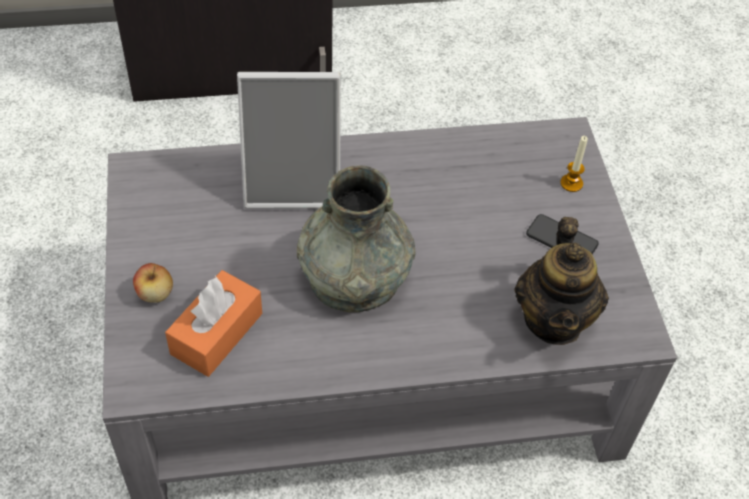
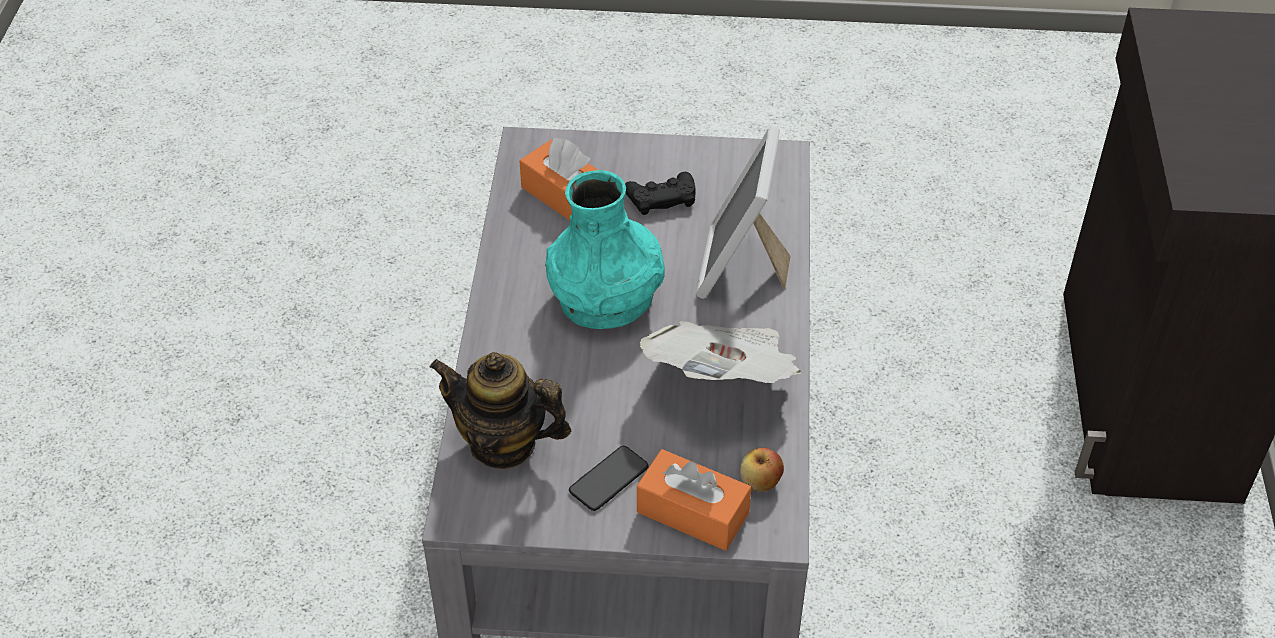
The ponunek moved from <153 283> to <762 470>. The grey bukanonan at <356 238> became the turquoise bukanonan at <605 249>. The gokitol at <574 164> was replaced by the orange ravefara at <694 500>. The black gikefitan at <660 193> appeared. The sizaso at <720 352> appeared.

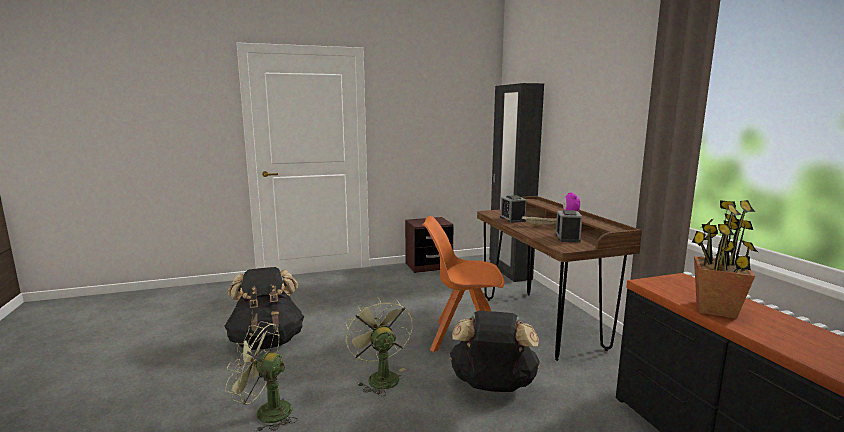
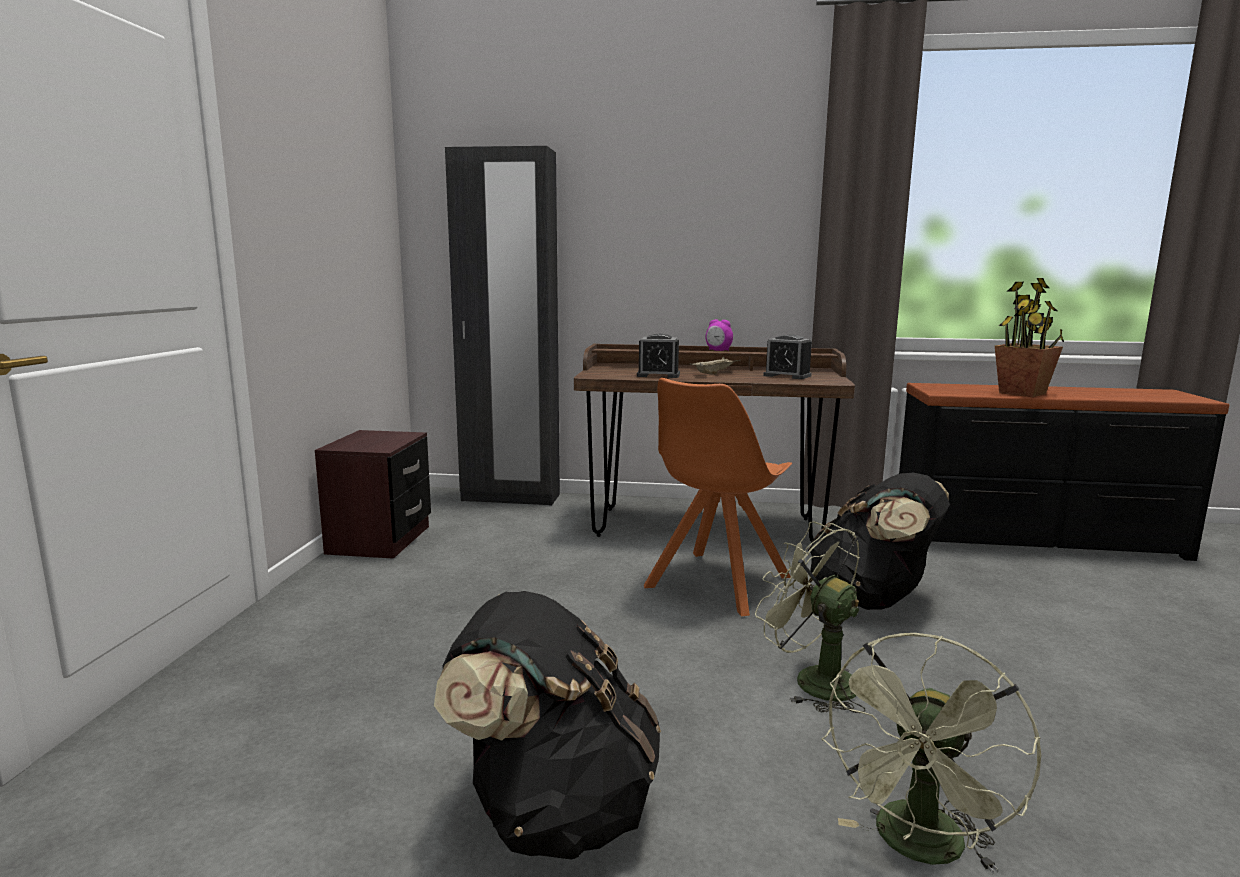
The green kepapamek at <379 346> turned 45 degrees clockwise.

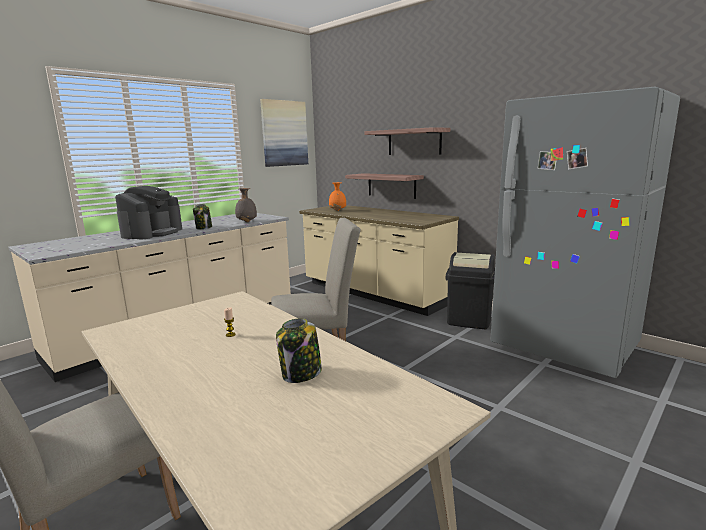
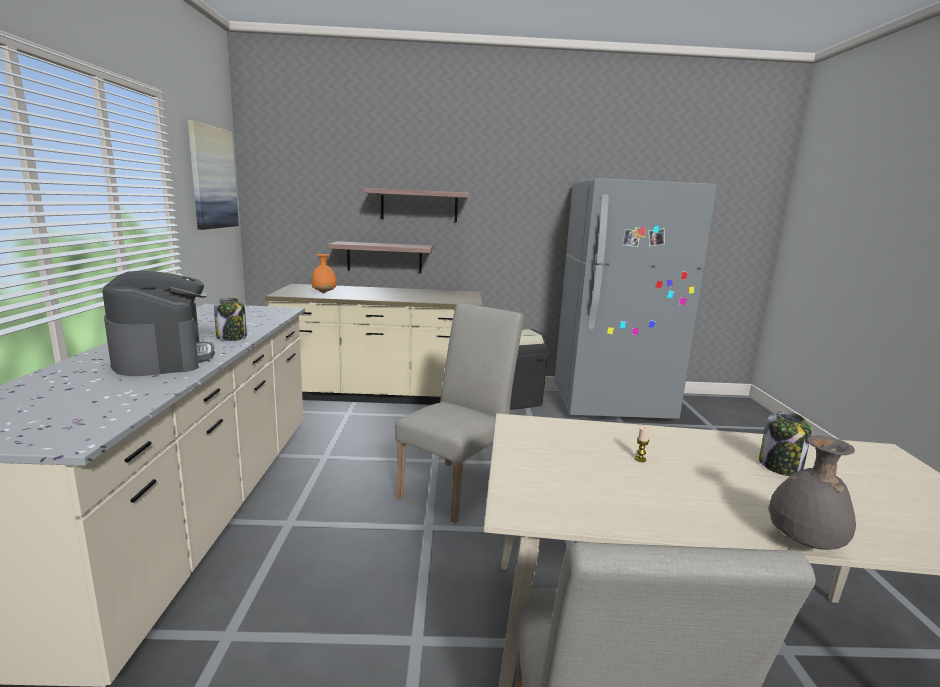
The grey bukanonan moved from <246 205> to <812 492>.

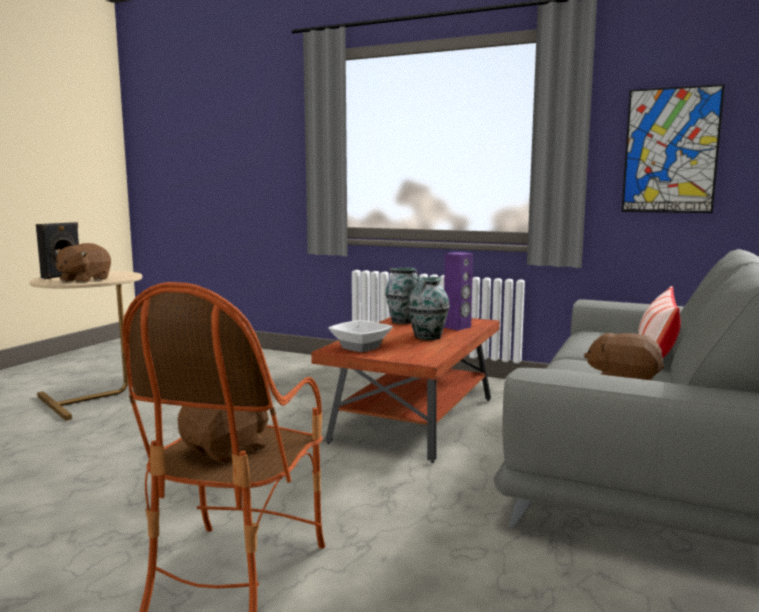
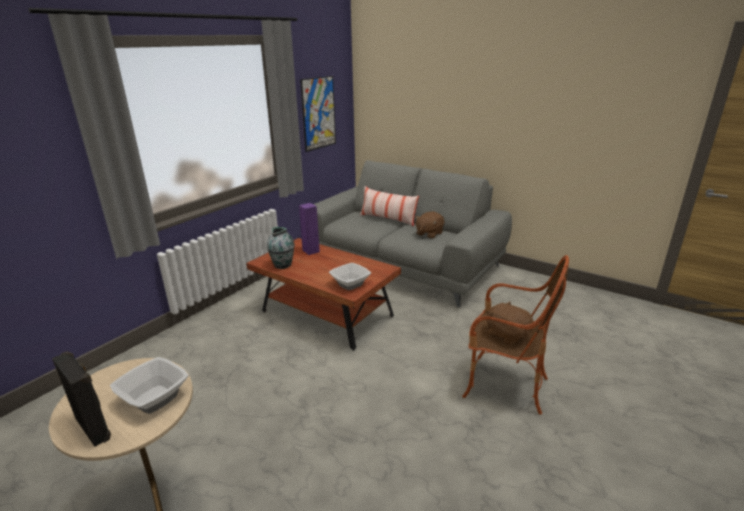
The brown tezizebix at <83 263> was replaced by the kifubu at <149 385>. The bukanonan at <428 308> disappeared.

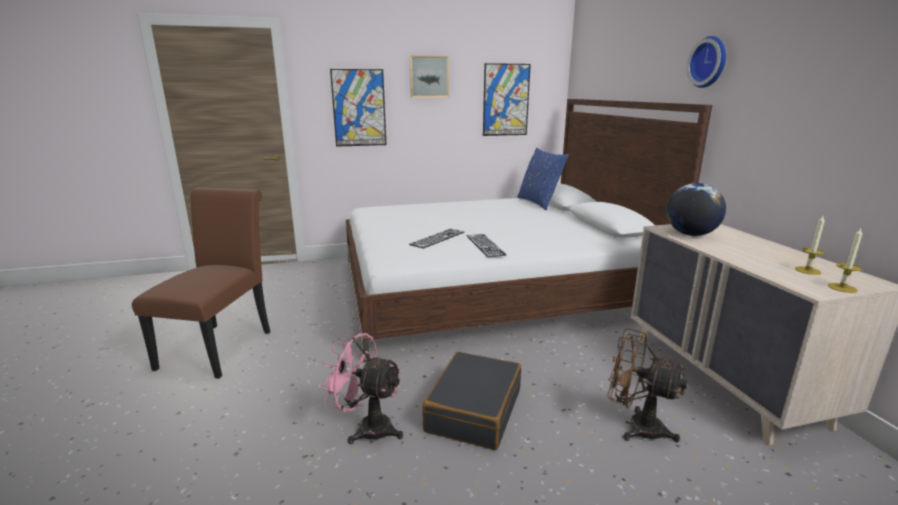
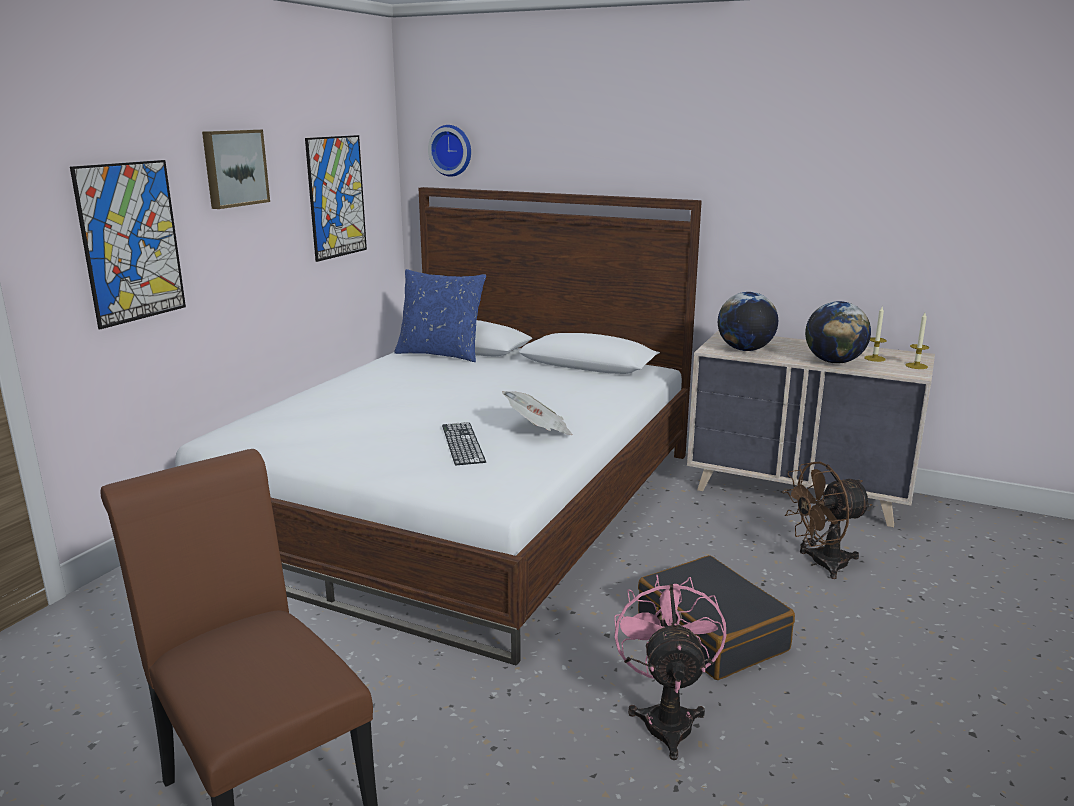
The pink kepapamek at <360 387> turned 120 degrees clockwise. The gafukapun at <486 245> was replaced by the sizaso at <537 413>. The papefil moved from <706 62> to <449 151>. The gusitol at <838 332> appeared.

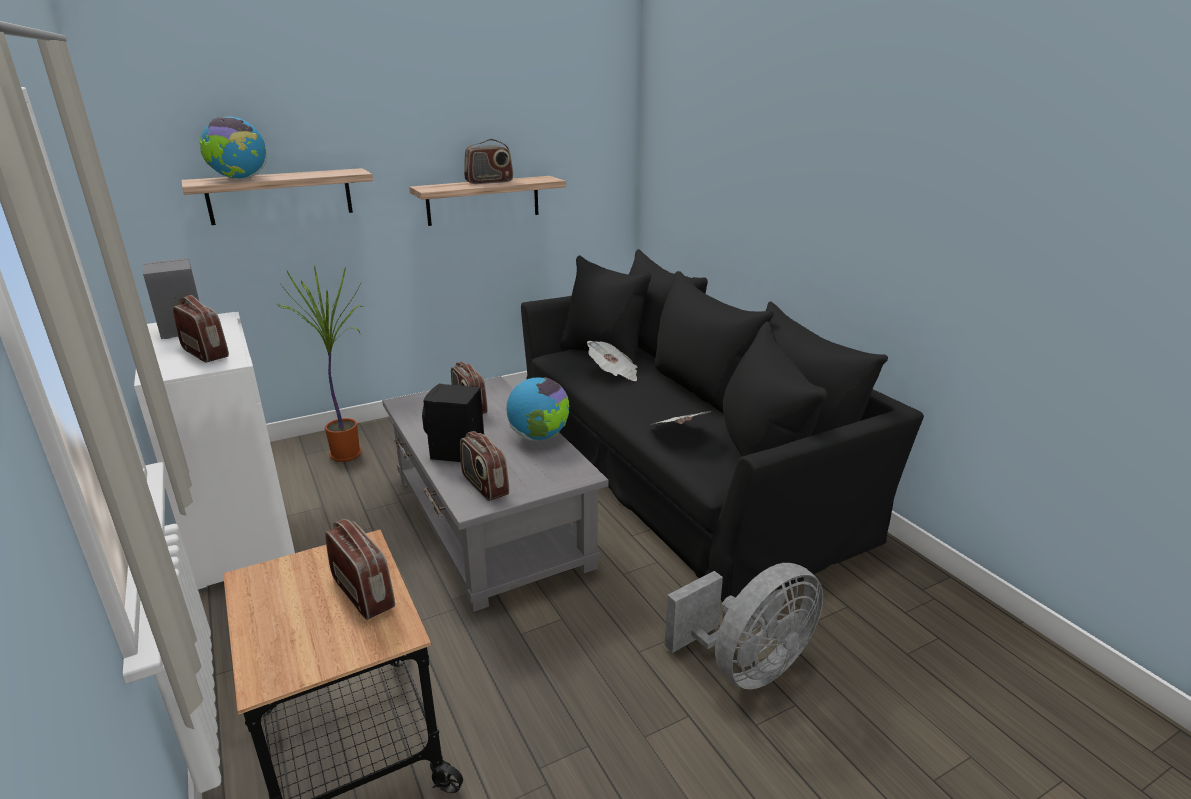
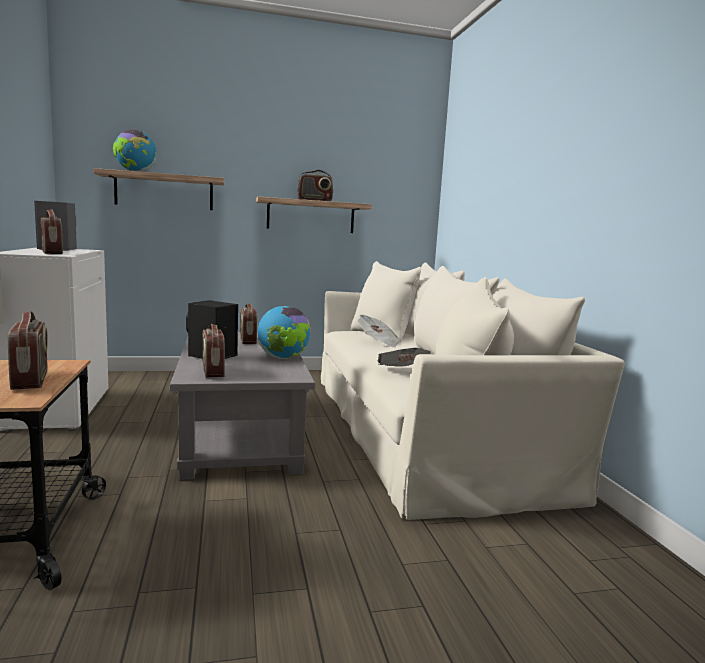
The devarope at <320 363> disappeared. The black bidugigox at <722 425> became the beige bidugigox at <473 390>. The grey kepapamek at <744 626> disappeared.

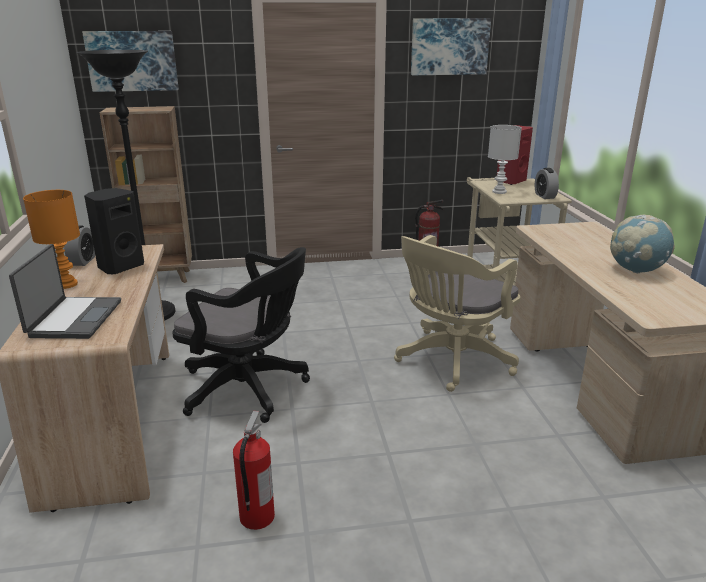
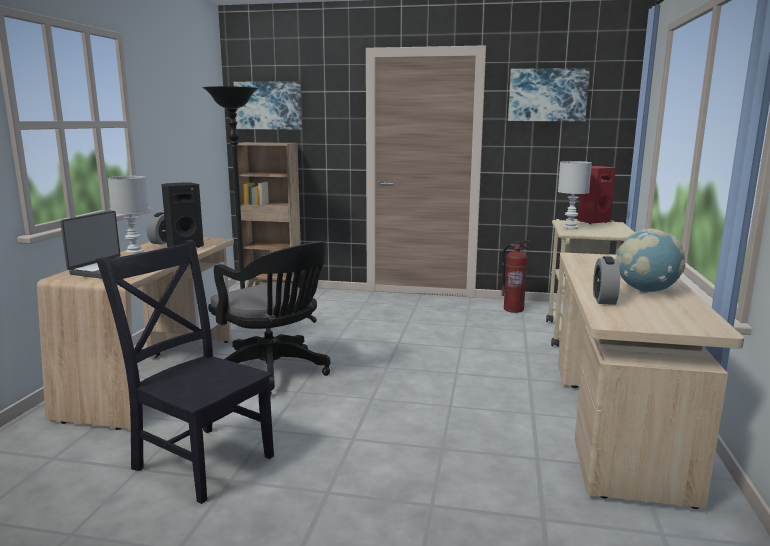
The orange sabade at <51 239> became the white sabade at <128 215>. The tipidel at <254 470> was replaced by the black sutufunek at <185 372>. The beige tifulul at <457 313> disappeared. The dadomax moved from <547 183> to <606 280>.

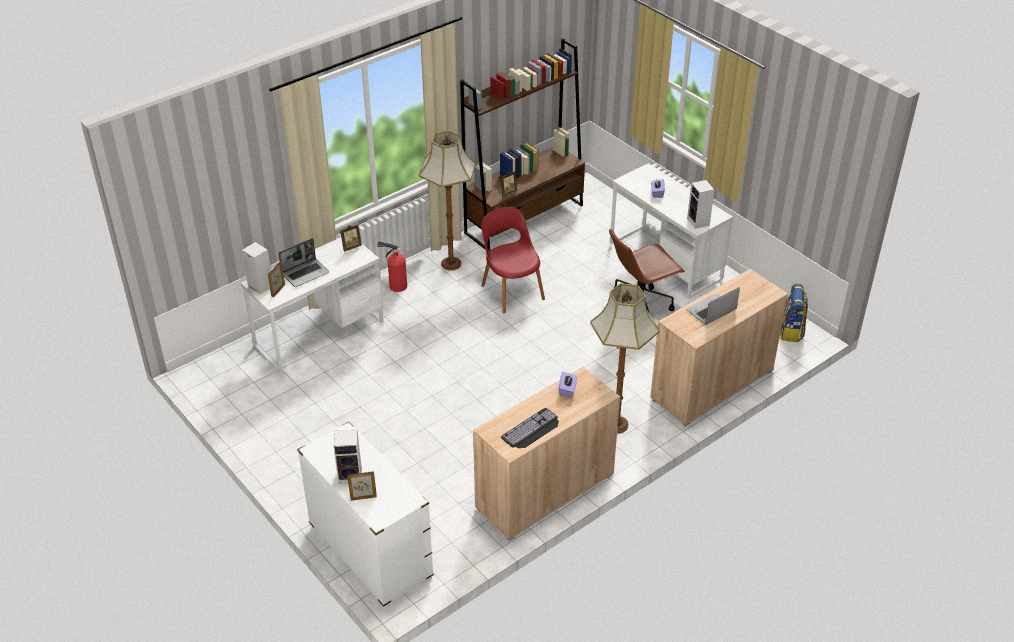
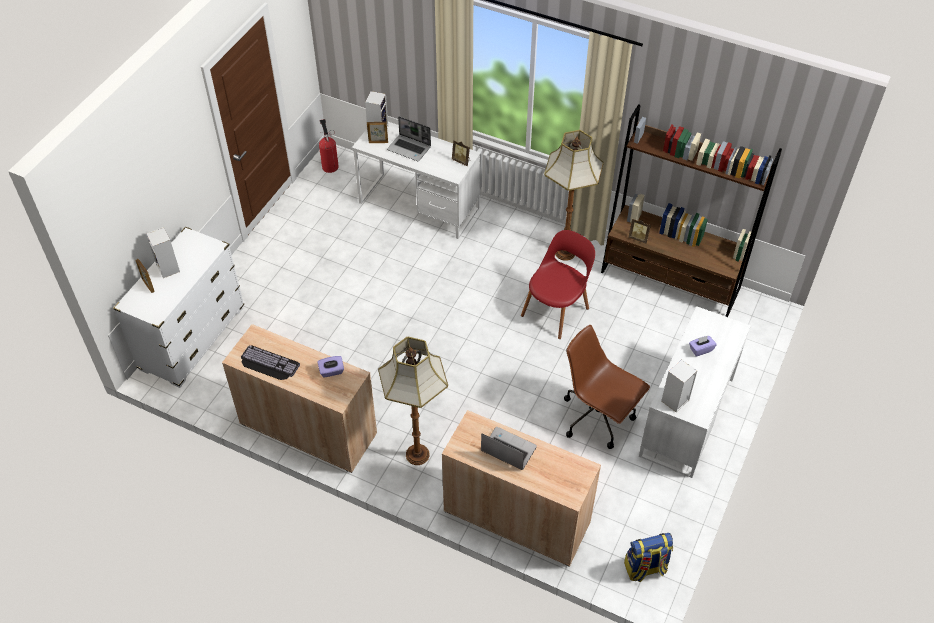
The tipidel moved from <392 267> to <329 146>.

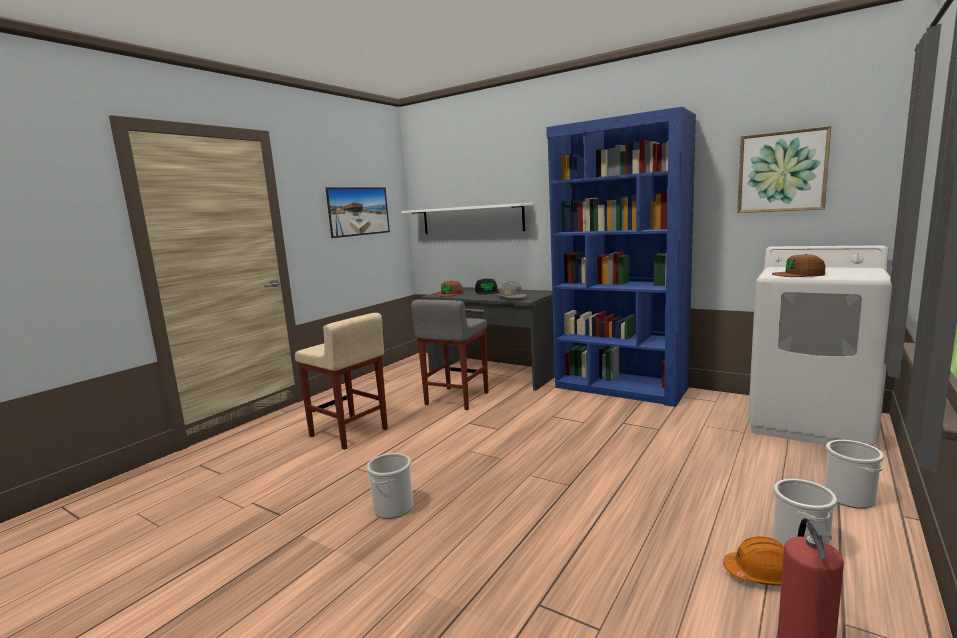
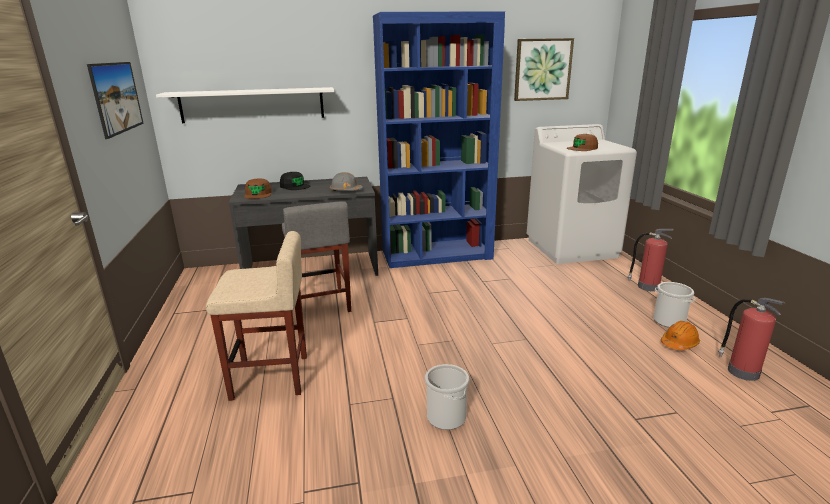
The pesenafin at <854 474> was replaced by the tipidel at <651 260>.

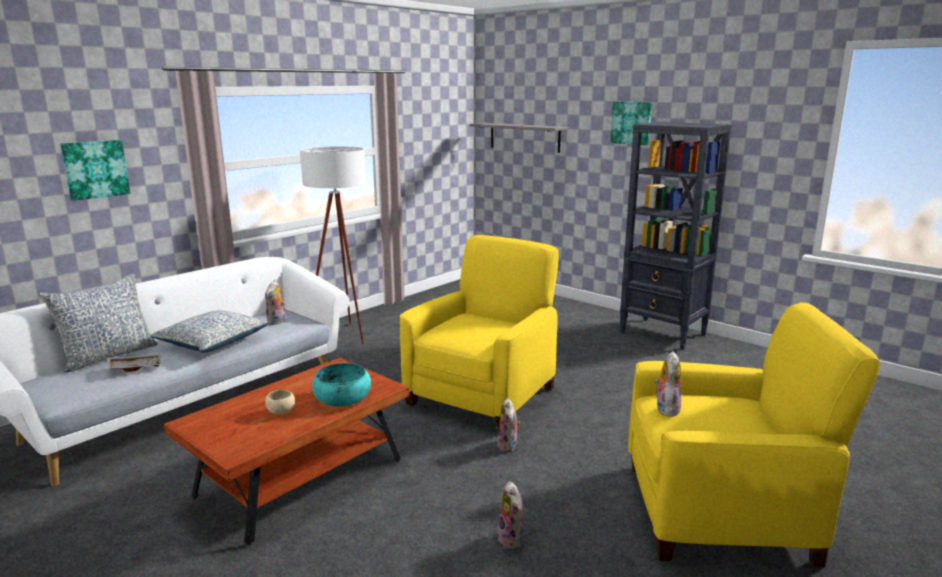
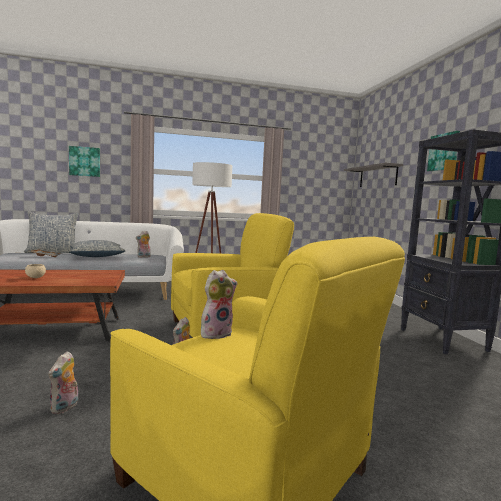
The turquoise kifubu at <341 384> disappeared.

